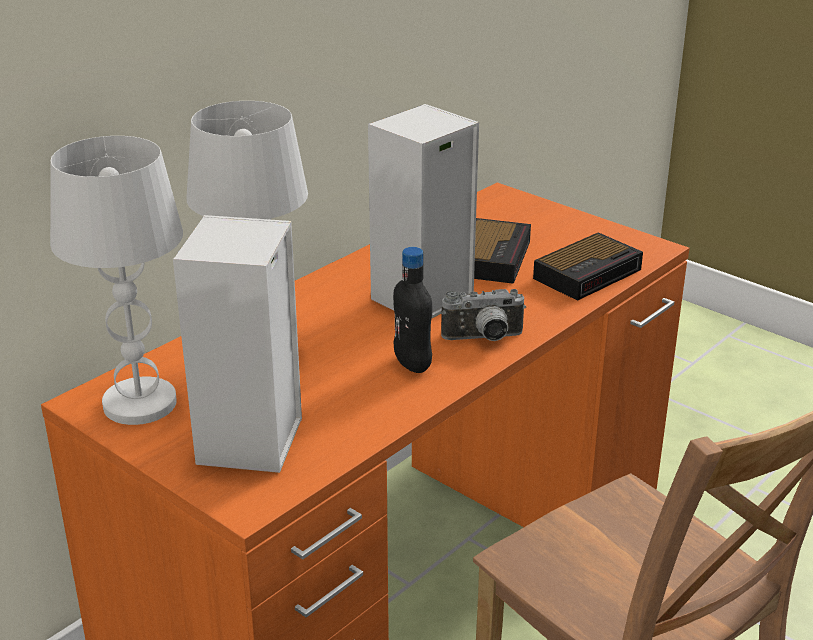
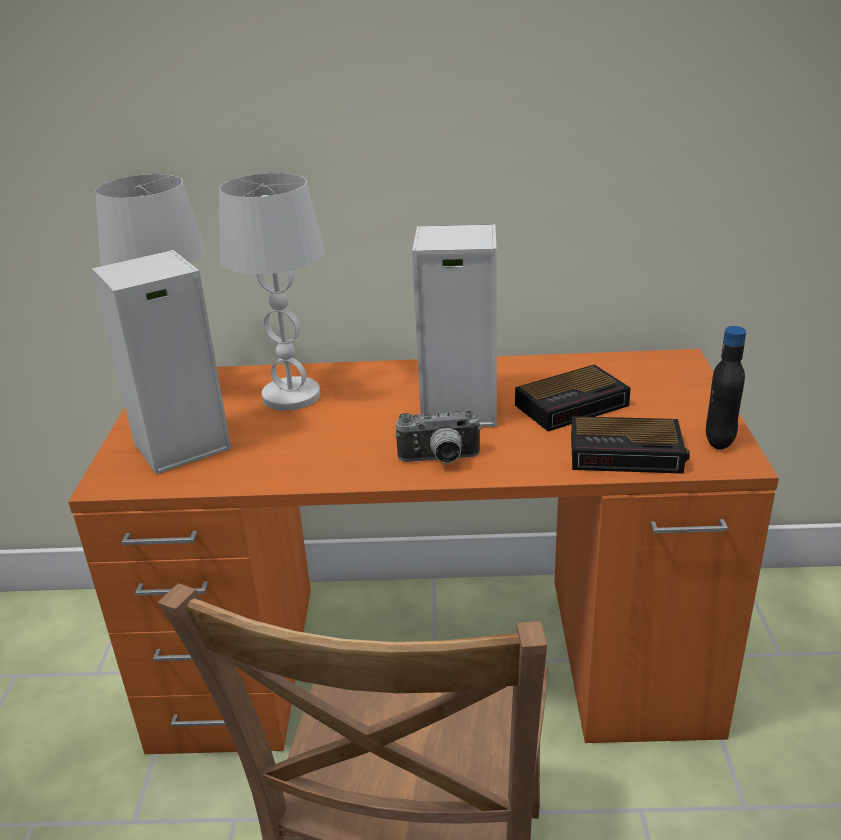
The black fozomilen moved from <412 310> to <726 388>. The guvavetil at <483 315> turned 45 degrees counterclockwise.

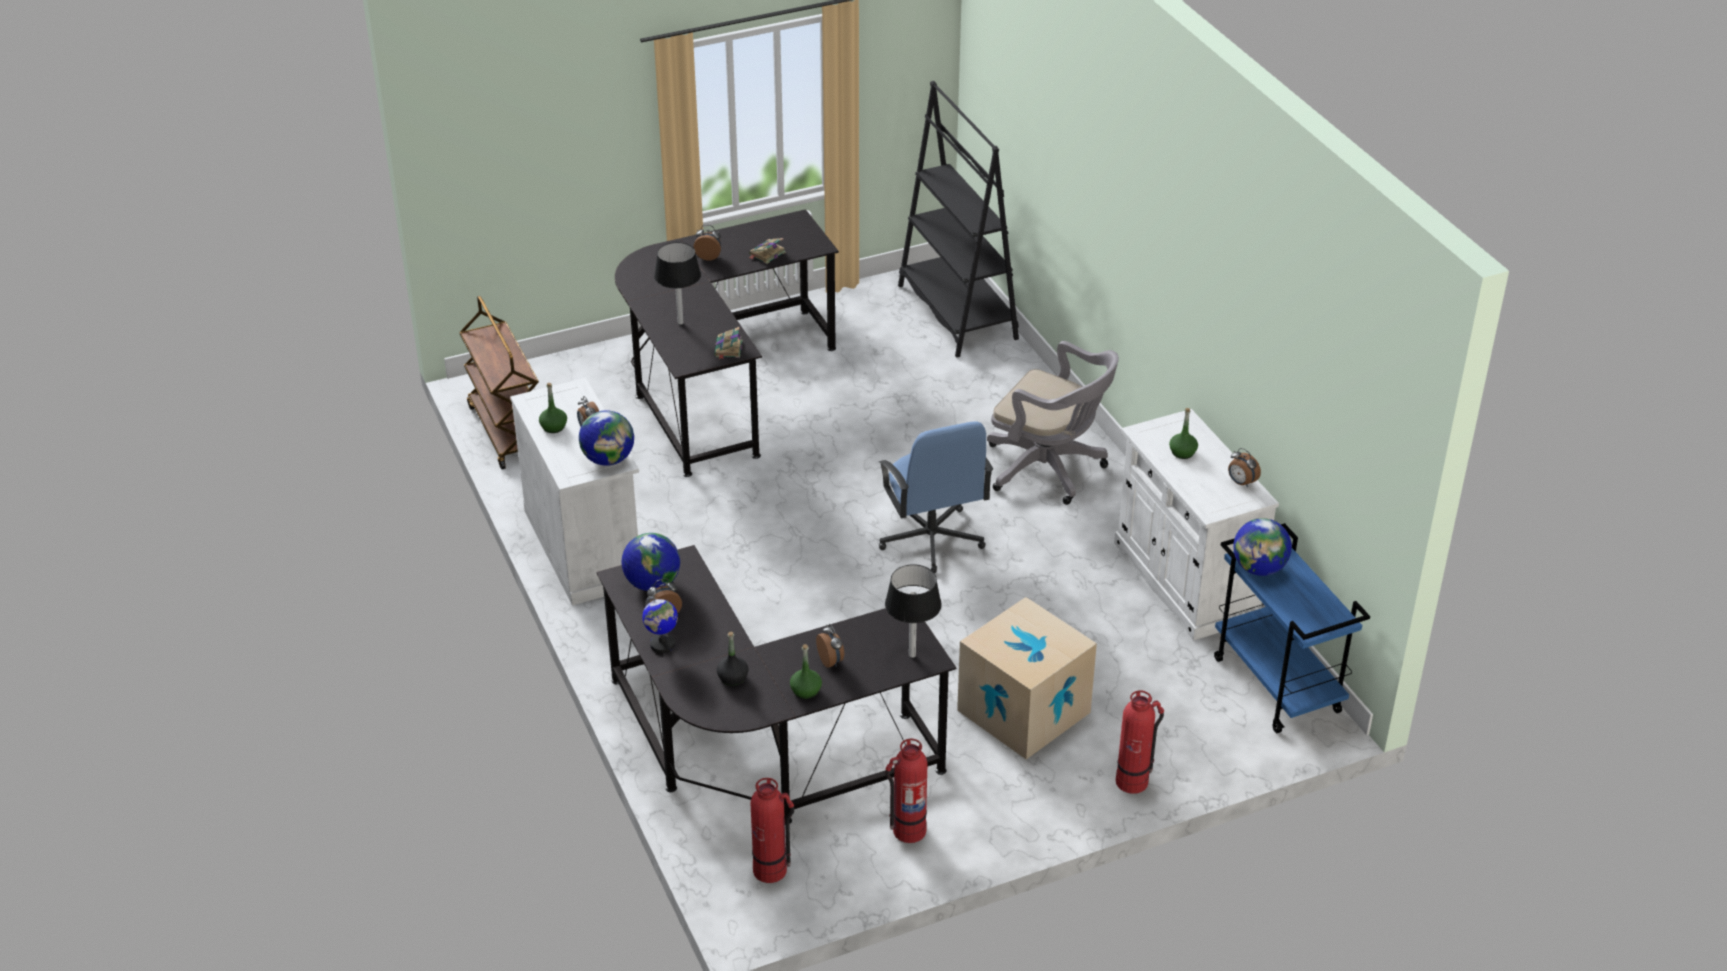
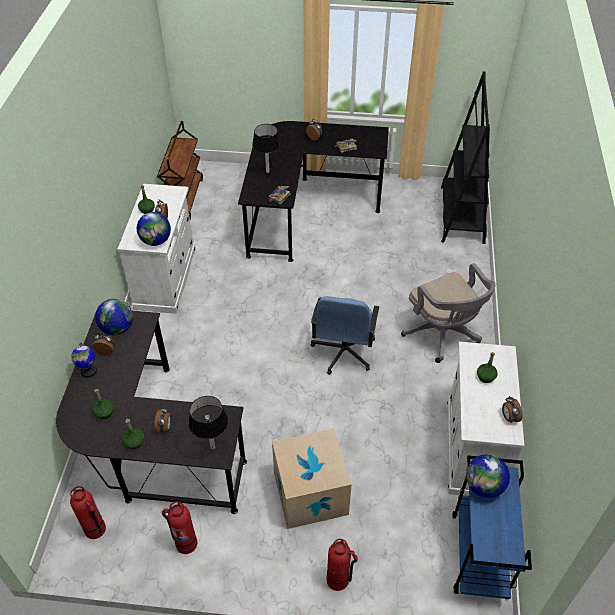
The black fozomilen at <733 658> became the green fozomilen at <103 404>.

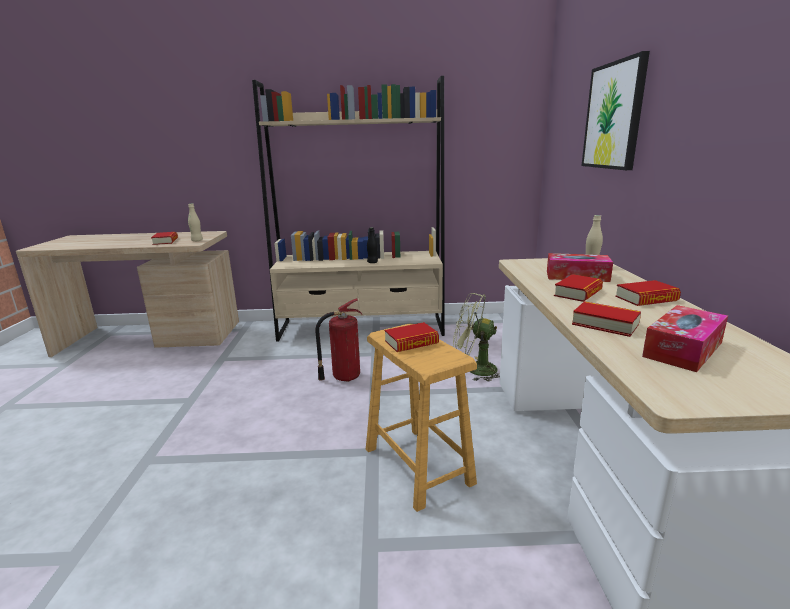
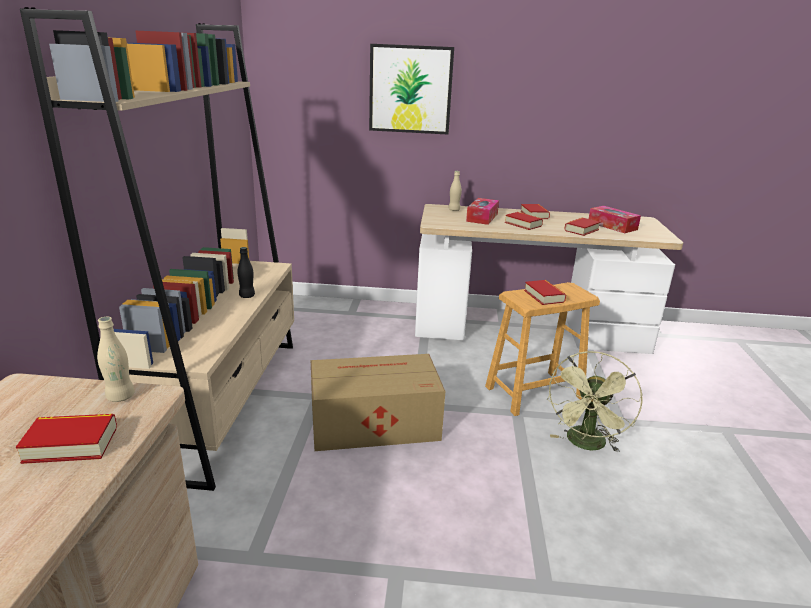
The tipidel at <338 340> was replaced by the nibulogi at <378 402>. The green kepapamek moved from <476 337> to <594 402>.

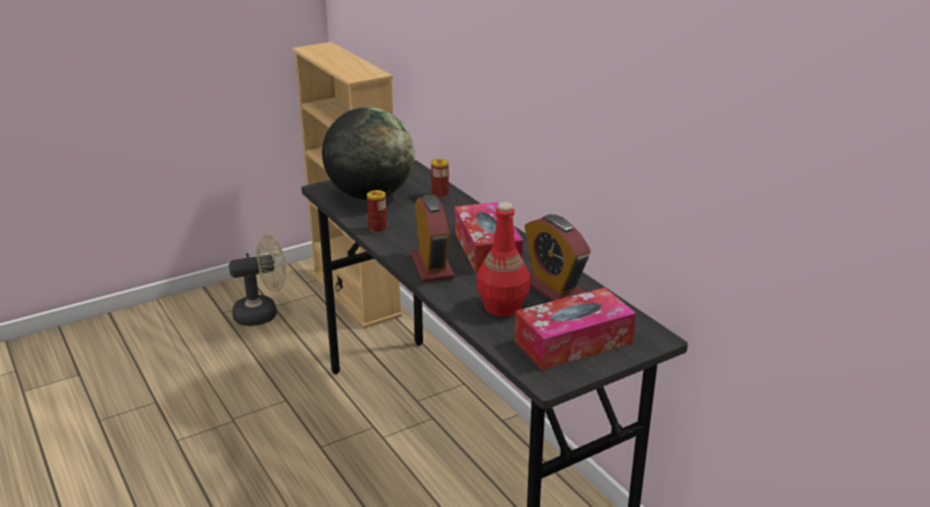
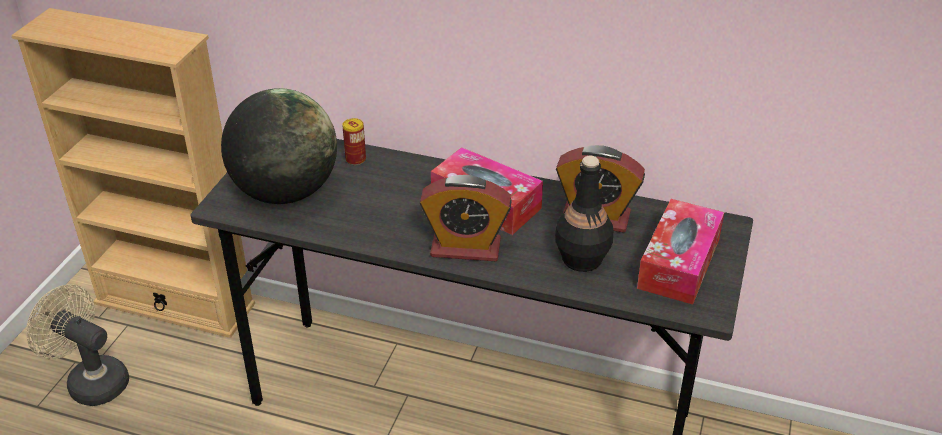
The beige kepapamek at <257 280> turned 90 degrees counterclockwise. The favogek at <377 211> disappeared. The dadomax at <433 238> turned 150 degrees clockwise. The red fozomilen at <503 259> became the black fozomilen at <584 214>.

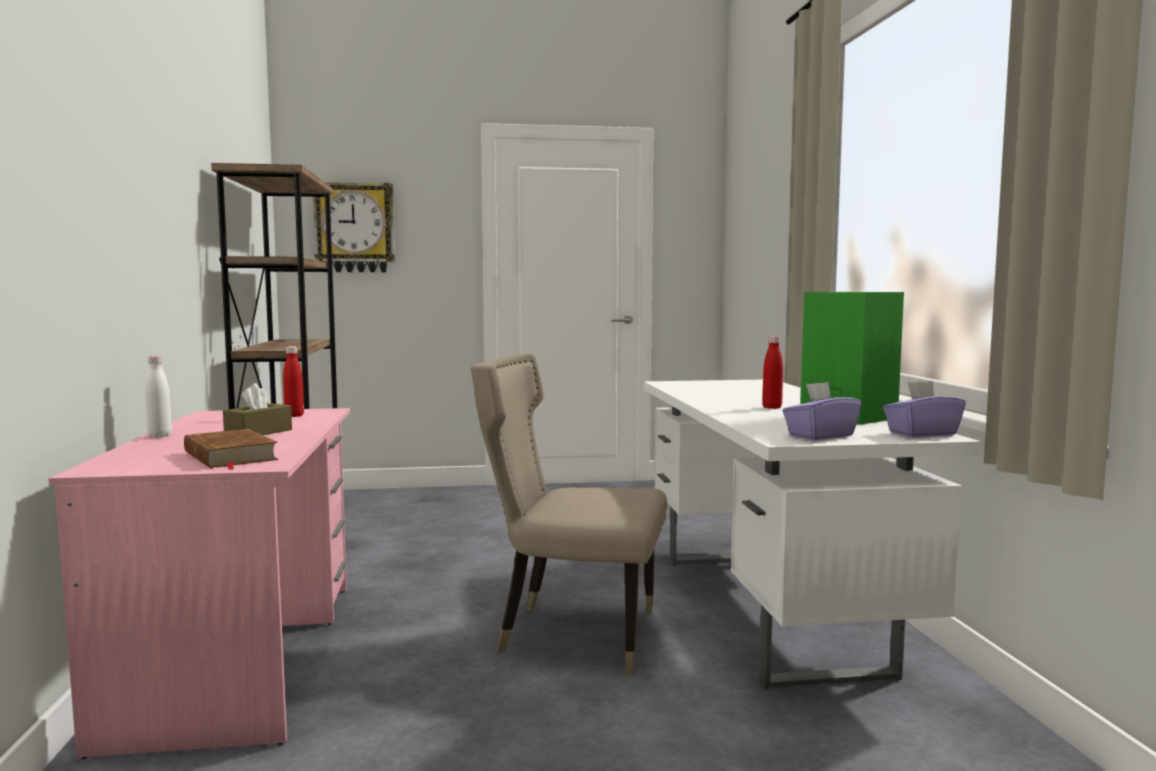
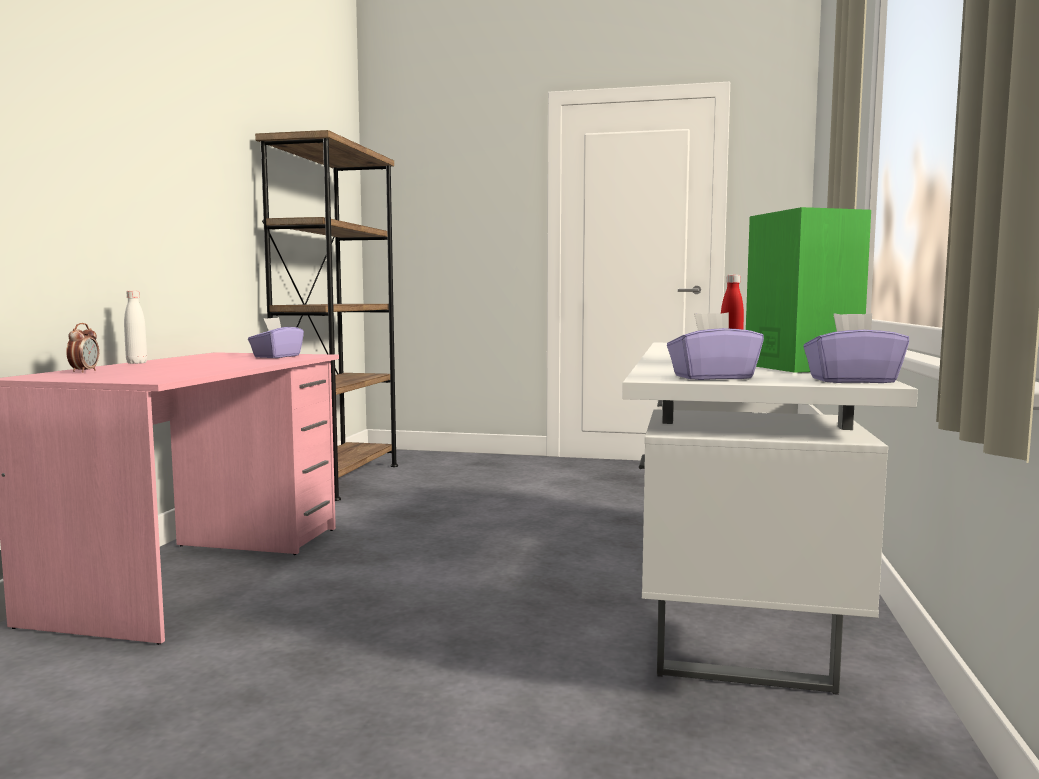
The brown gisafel at <231 449> disappeared. The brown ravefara at <257 409> disappeared. The red fozomilen at <293 381> was replaced by the purple ravefara at <276 337>. The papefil at <354 227> disappeared. The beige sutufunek at <569 515> disappeared. The dadomax at <82 348> appeared.

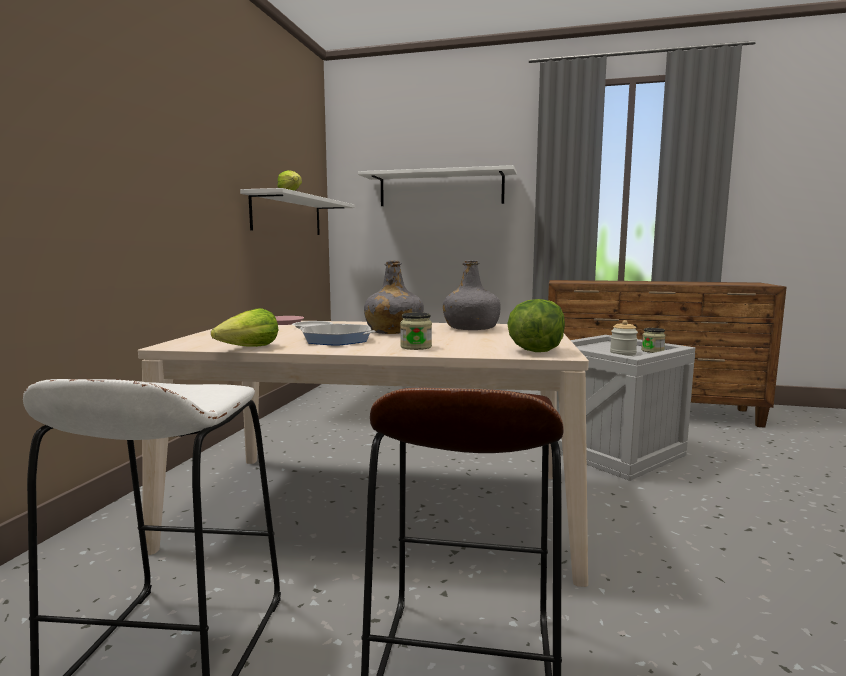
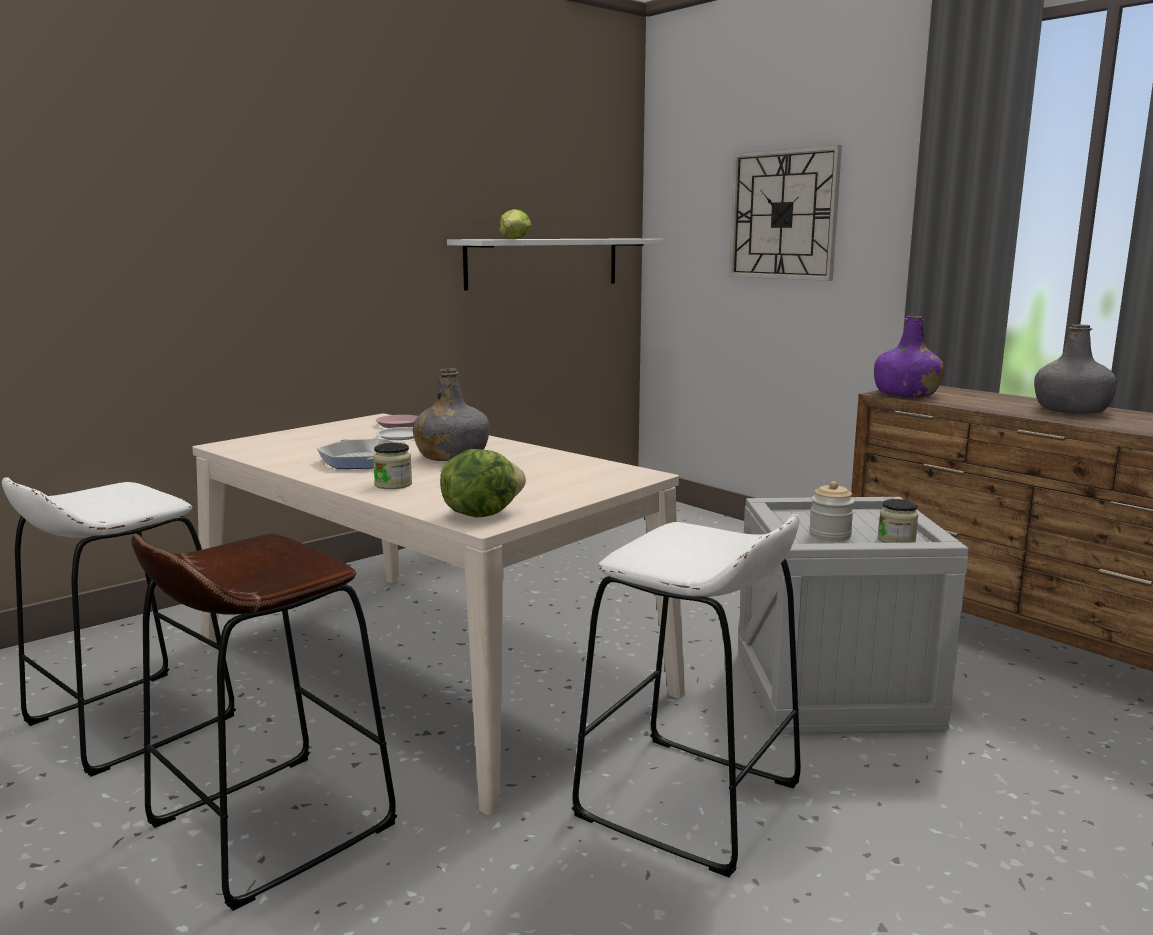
The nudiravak at <245 327> disappeared. The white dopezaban at <437 185> was replaced by the papefil at <785 213>. The grey fozomilen moved from <471 295> to <1075 369>. The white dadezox at <686 695> appeared. The purple fozomilen at <909 356> appeared.

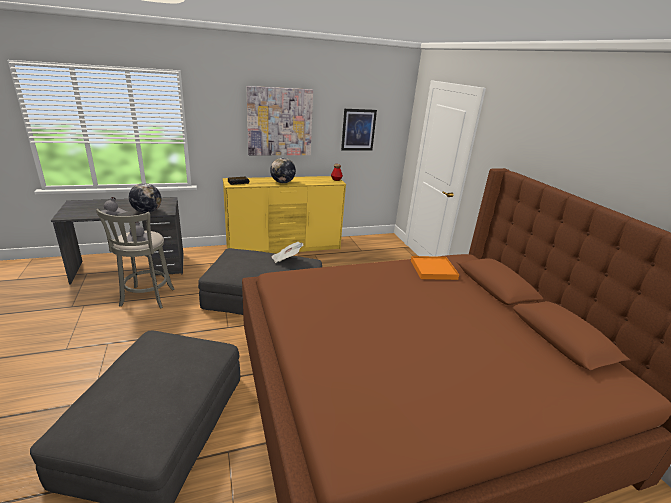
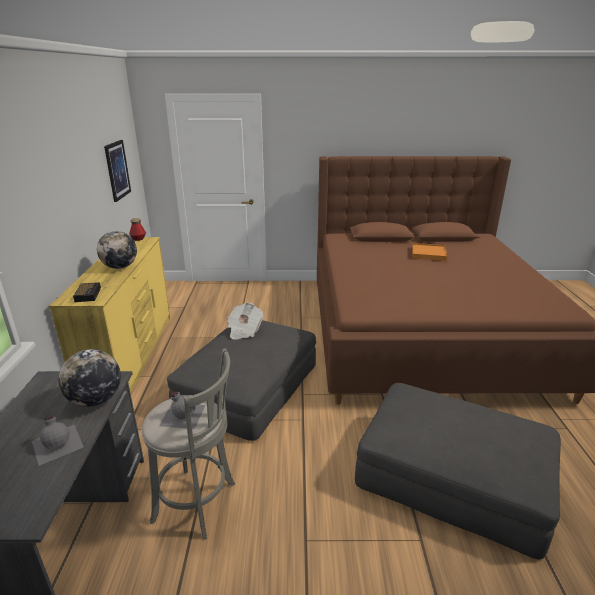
The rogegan at <279 120> disappeared. The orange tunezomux moved from <435 268> to <429 252>.

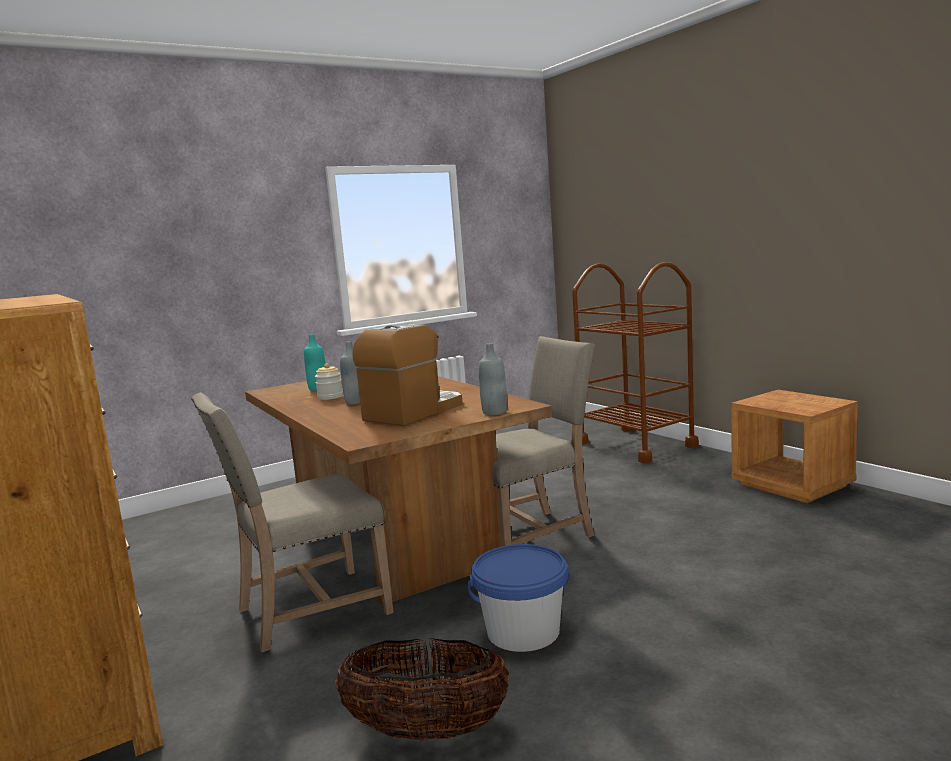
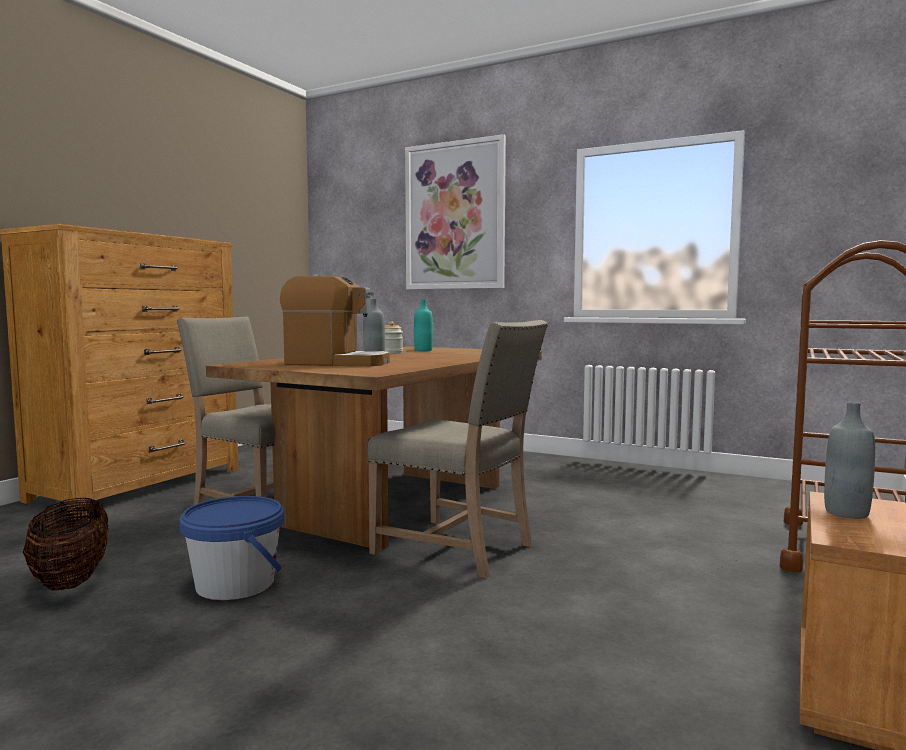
The grey fozomilen moved from <493 379> to <849 460>. The rogegan at <455 211> appeared.

